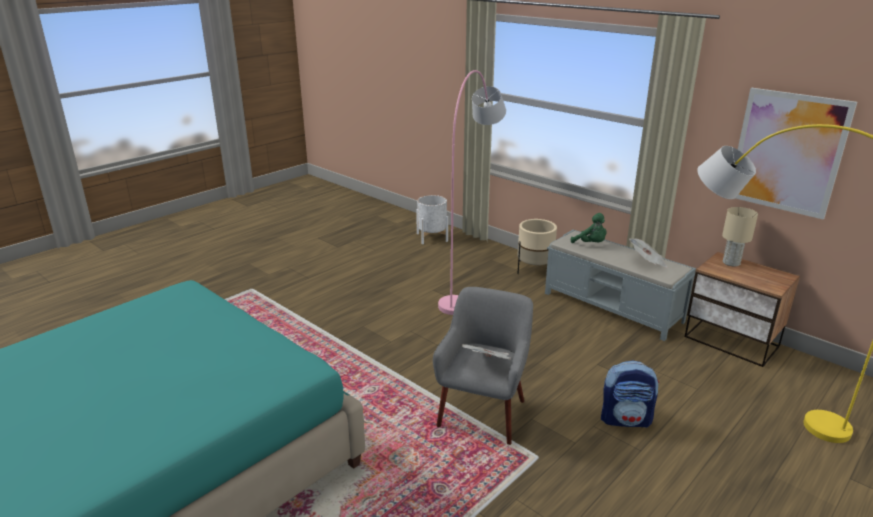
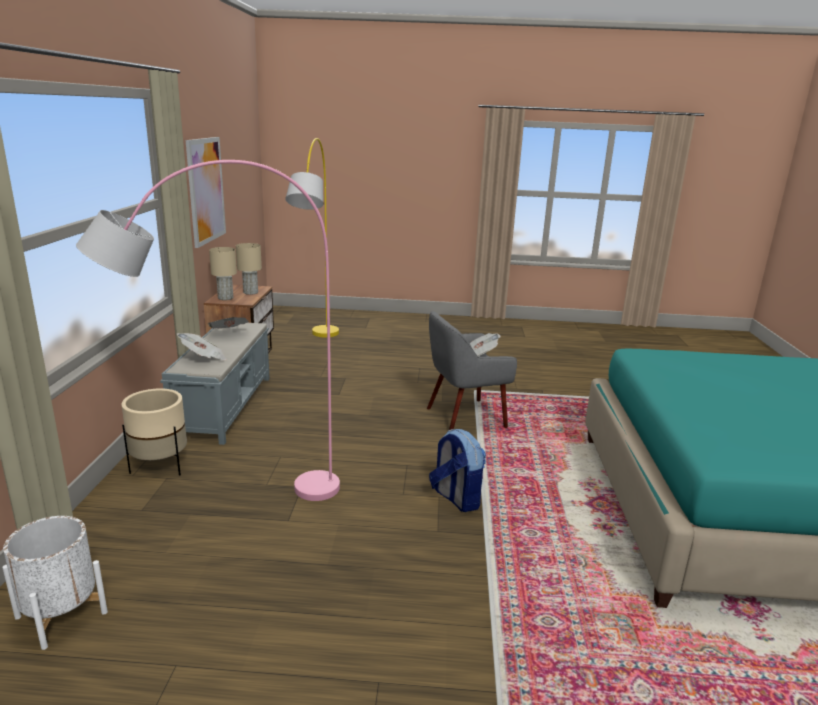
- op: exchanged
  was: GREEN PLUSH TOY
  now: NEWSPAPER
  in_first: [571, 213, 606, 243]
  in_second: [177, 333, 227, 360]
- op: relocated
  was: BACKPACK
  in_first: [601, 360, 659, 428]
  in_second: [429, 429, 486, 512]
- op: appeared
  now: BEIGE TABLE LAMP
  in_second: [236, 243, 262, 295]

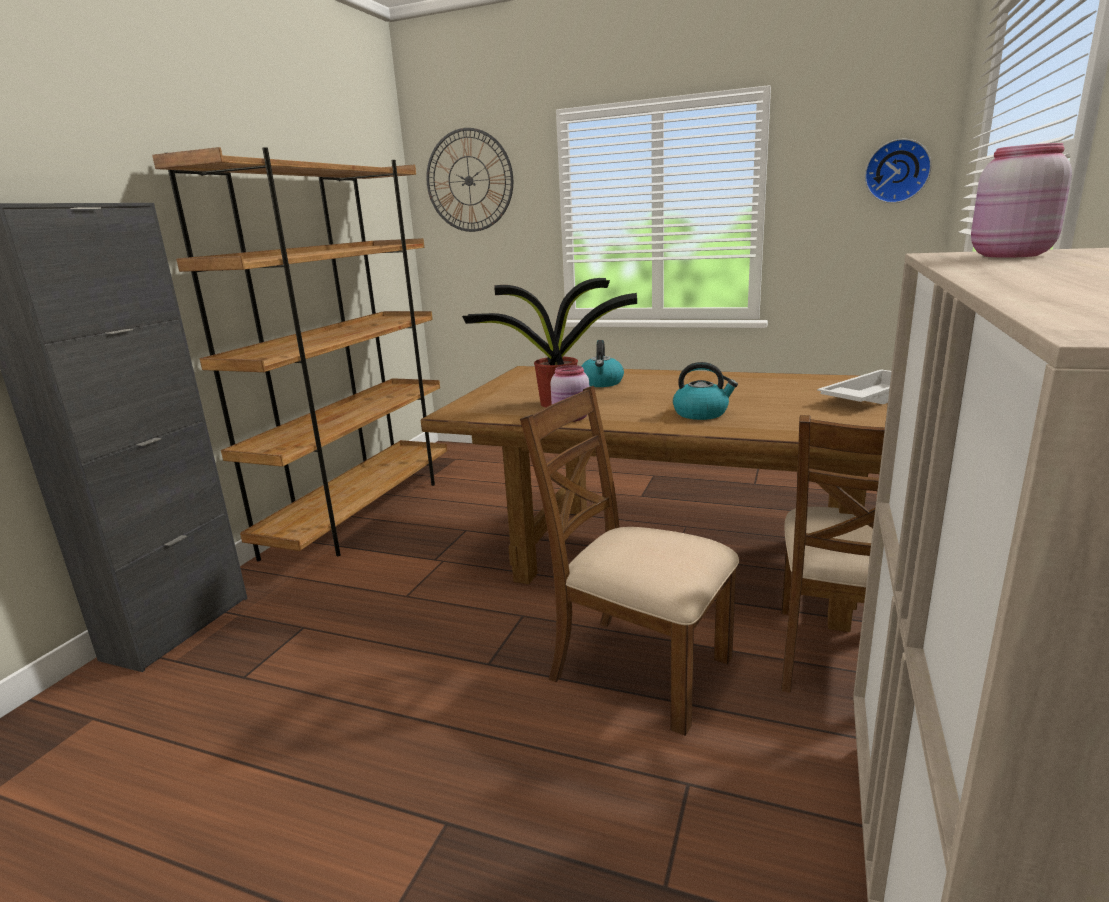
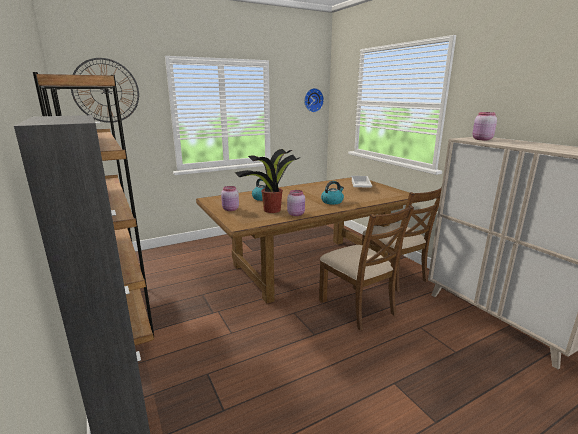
- op: spun
  was: BROWN CHAIR
  in_first: [520, 386, 739, 736]
  in_second: [319, 205, 414, 331]
  clockwise: -105
- op: appeared
  now: PINK JAR
  in_second: [221, 186, 239, 211]

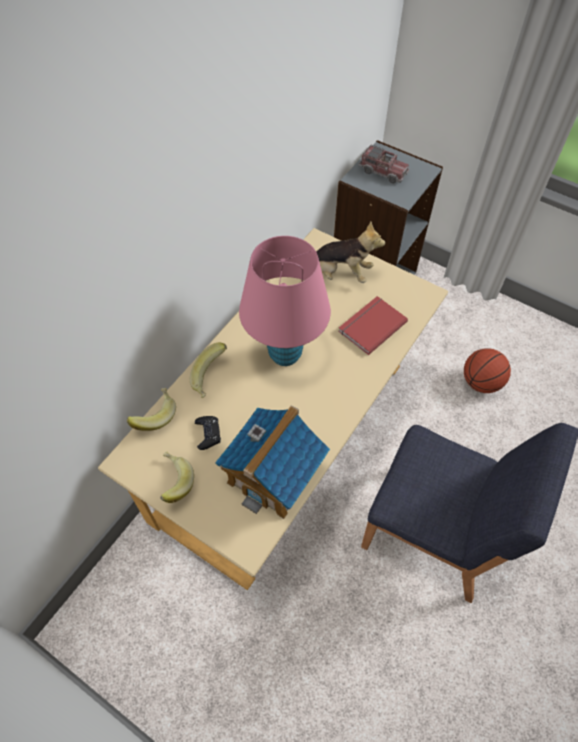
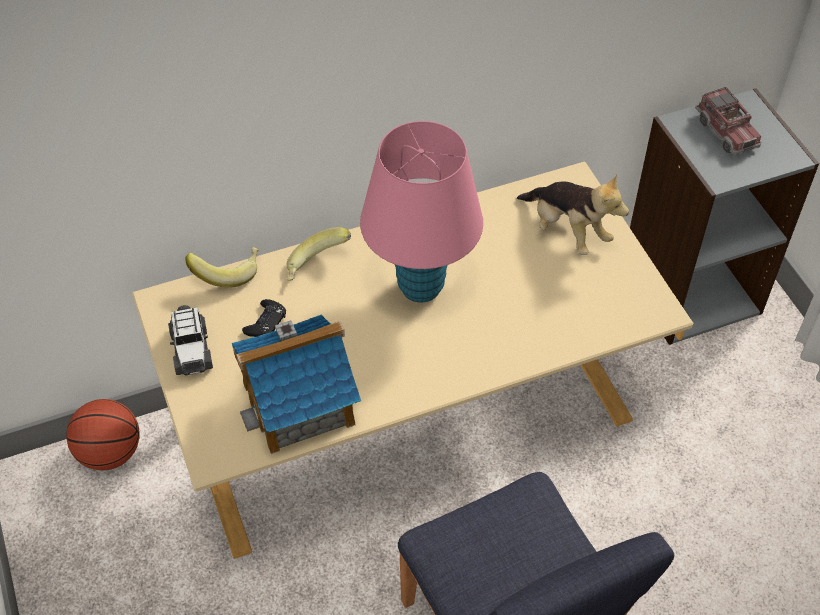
- op: missing
  was: RED BOOK
  in_first: [338, 296, 408, 355]
- op: relocated
  was: BASKETBALL
  in_first: [464, 348, 511, 393]
  in_second: [66, 399, 140, 470]
- op: exchanged
  was: BANANA
  now: TOY CAR
  in_first: [160, 451, 194, 503]
  in_second: [168, 305, 213, 376]

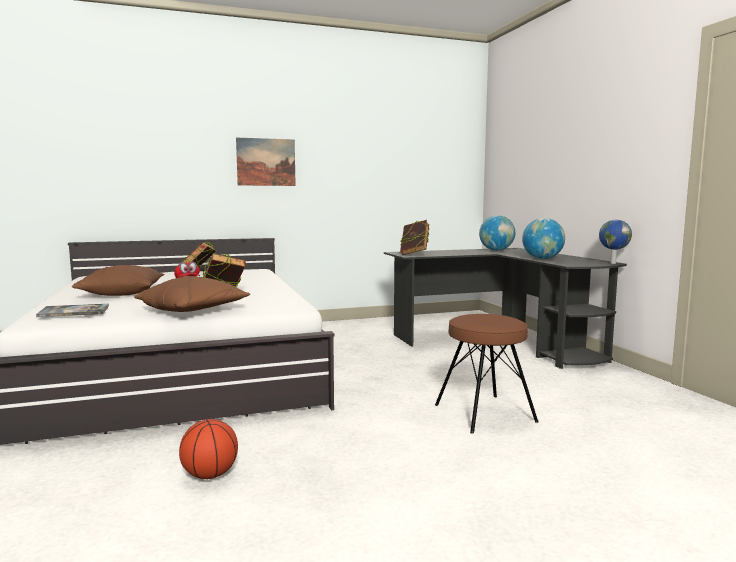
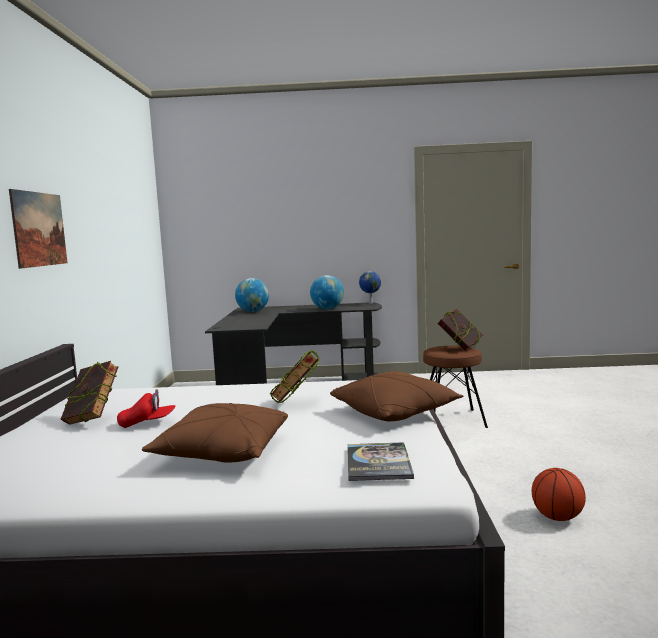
- op: relocated
  was: BOOK
  in_first: [400, 220, 430, 255]
  in_second: [438, 309, 483, 351]

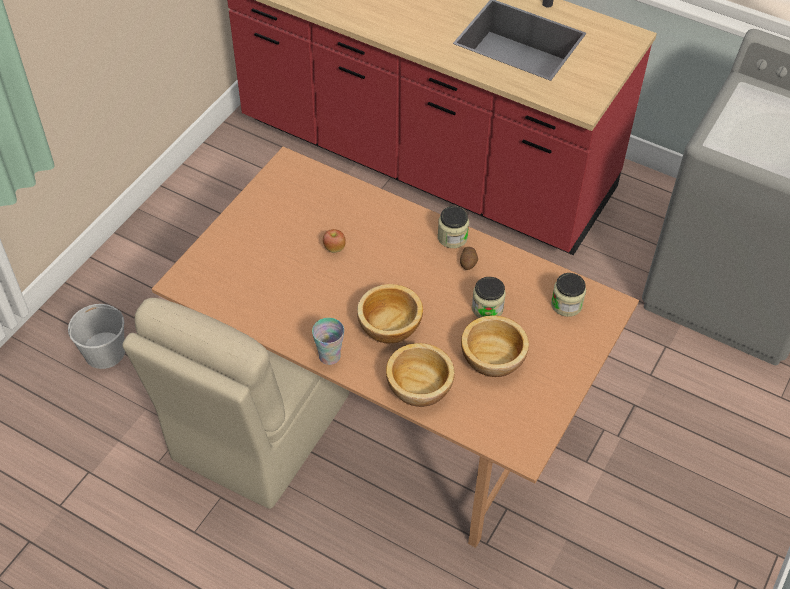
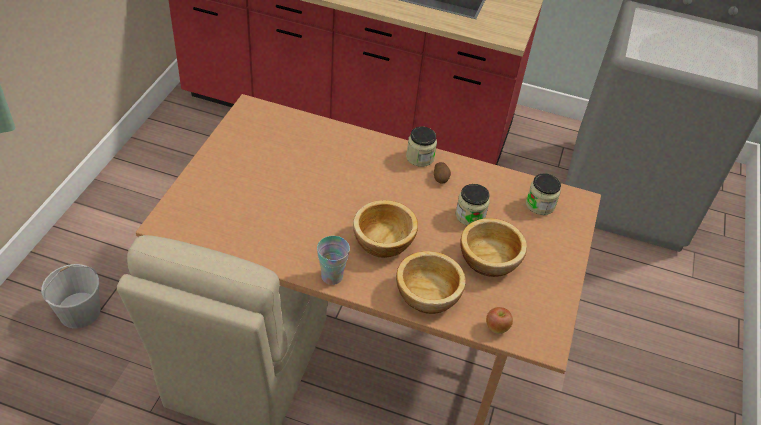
- op: relocated
  was: APPLE
  in_first: [323, 229, 346, 253]
  in_second: [486, 307, 513, 334]

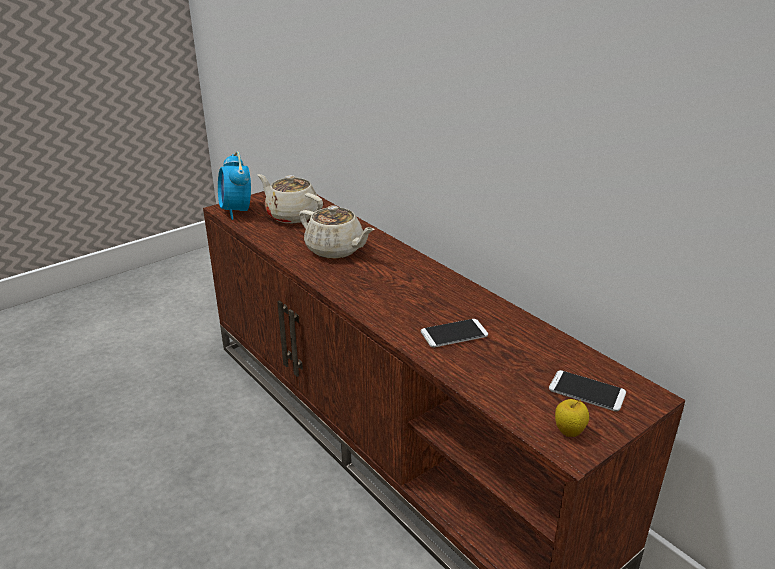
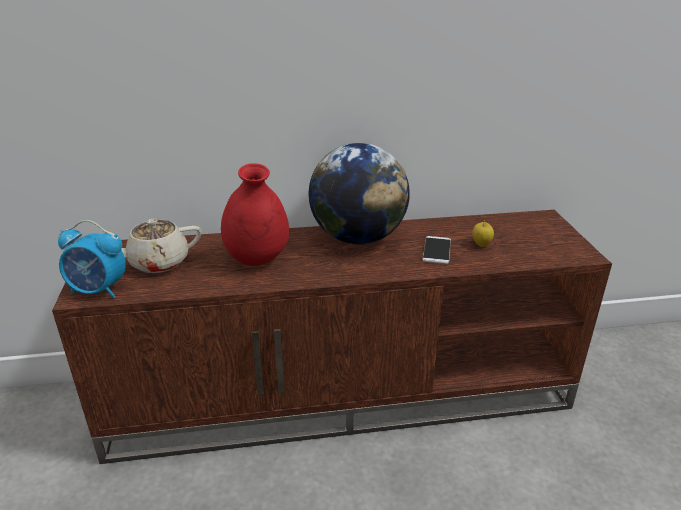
- op: exchanged
  was: BEIGE TEAPOT
  now: RED VASE
  in_first: [299, 205, 375, 259]
  in_second: [221, 163, 289, 266]
- op: missing
  was: PHONE
  in_first: [549, 370, 626, 411]
- op: relocated
  was: APPLE
  in_first: [555, 399, 589, 437]
  in_second: [472, 220, 494, 247]
- op: appeared
  now: GLOBE
  in_second: [309, 143, 410, 245]

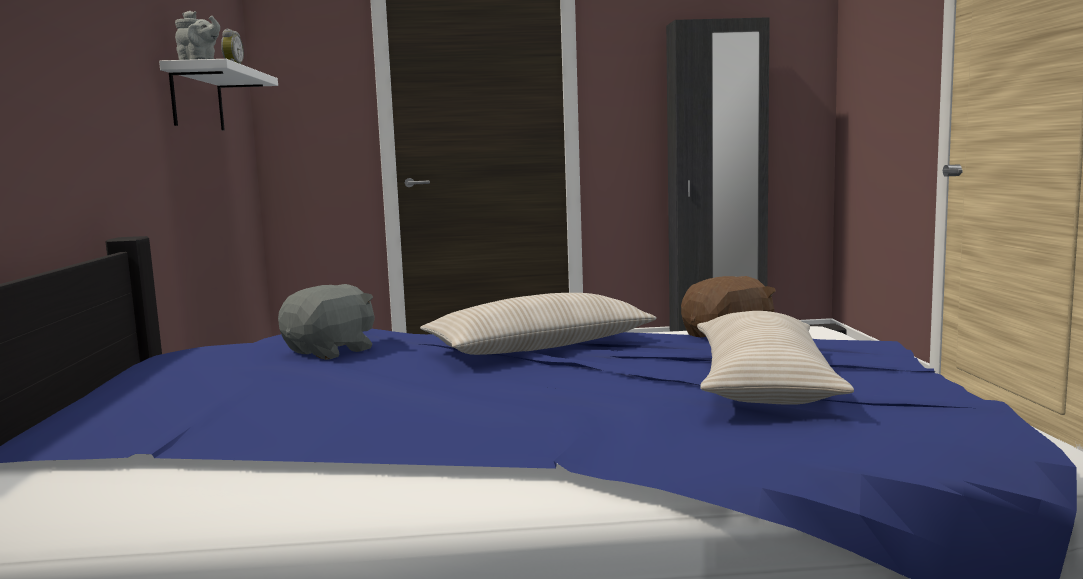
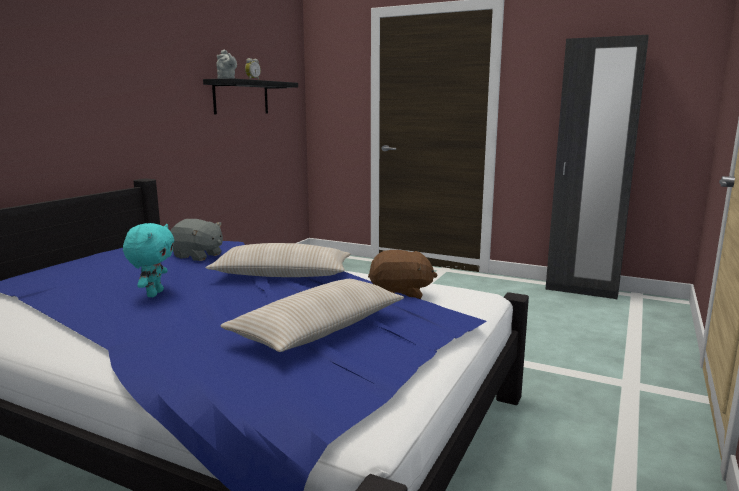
- op: colour
  was: WHITE SHELF
  now: BLACK SHELF
  in_first: [159, 59, 278, 130]
  in_second: [203, 78, 298, 115]
- op: spun
  was: GREY PLUSH TOY
  in_first: [278, 284, 375, 360]
  in_second: [170, 219, 223, 261]
  clockwise: 45
- op: appeared
  now: TURQUOISE PLUSH TOY
  in_second: [123, 223, 174, 297]

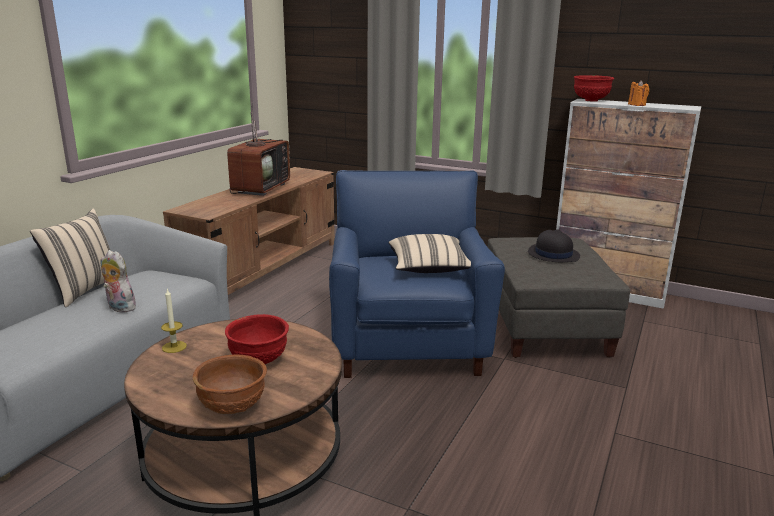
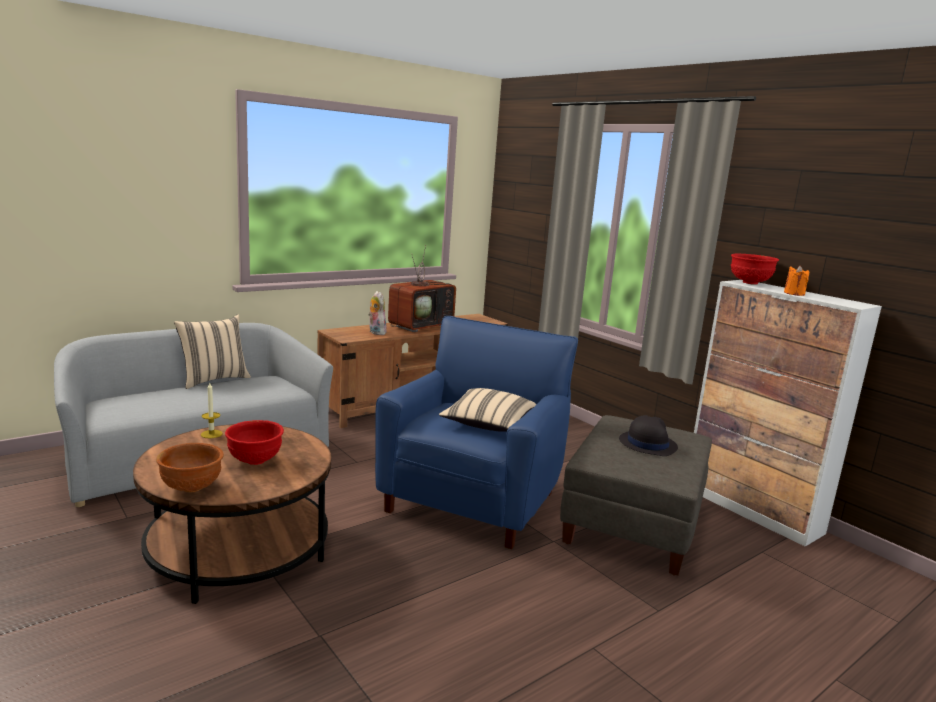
- op: relocated
  was: PLUSH TOY
  in_first: [101, 250, 136, 313]
  in_second: [368, 291, 387, 335]

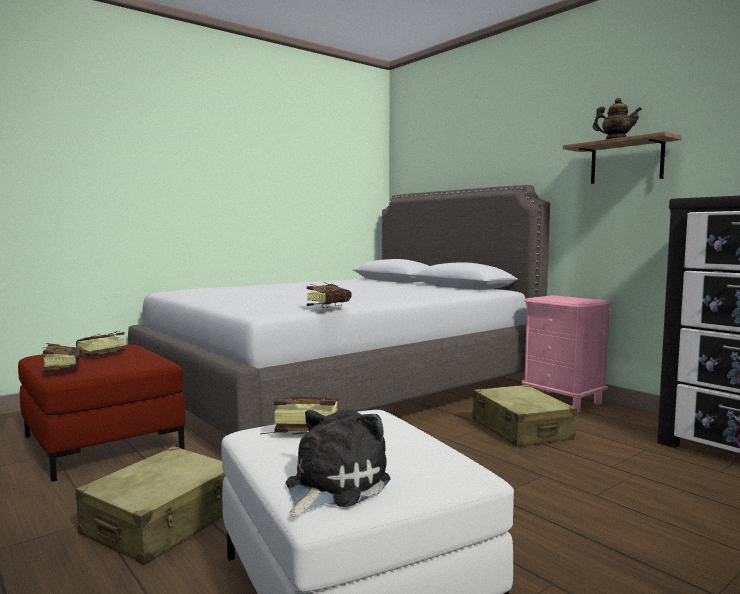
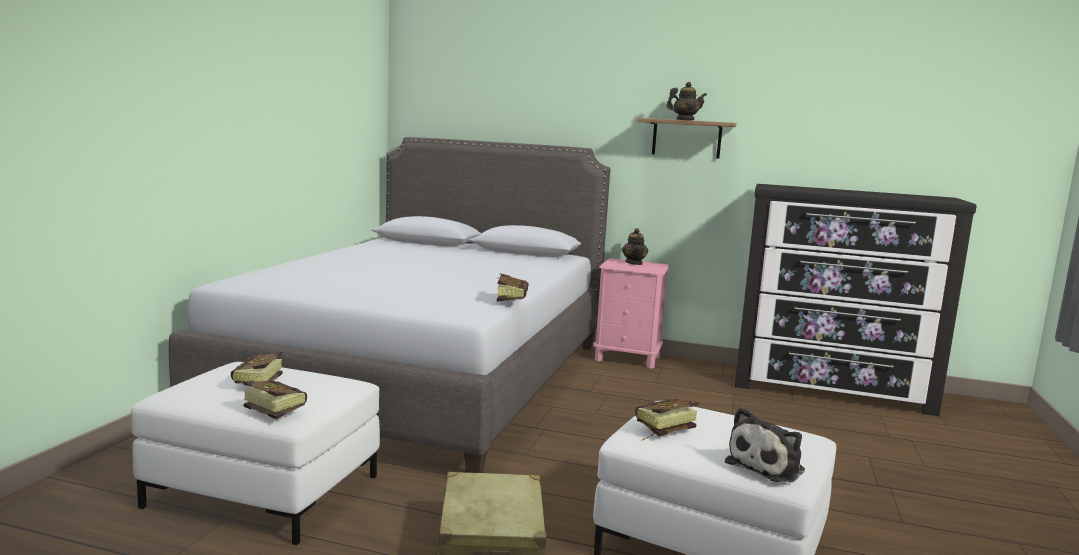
- op: colour
  was: RED OTTOMAN
  now: WHITE OTTOMAN
  in_first: [18, 345, 186, 482]
  in_second: [131, 362, 380, 545]
- op: missing
  was: BEIGE SUITCASE
  in_first: [472, 385, 577, 447]
- op: spun
  was: PLUSH TOY
  in_first: [286, 409, 391, 517]
  in_second: [725, 407, 805, 483]
  clockwise: -135
- op: appeared
  now: TEAPOT
  in_second: [622, 228, 648, 265]

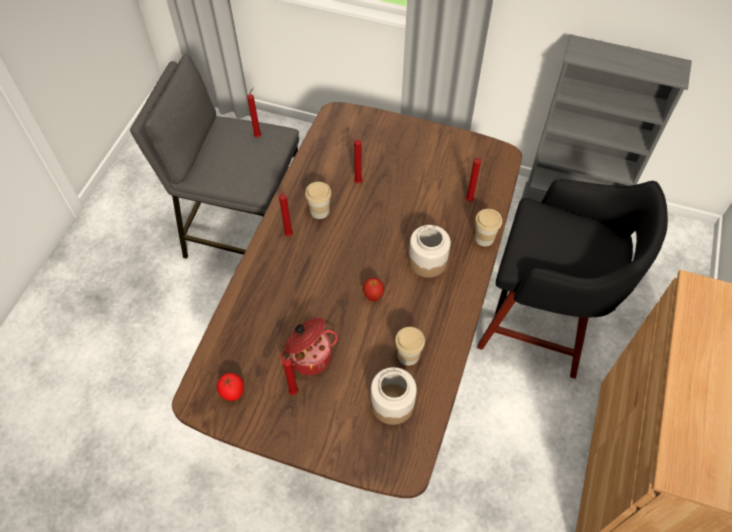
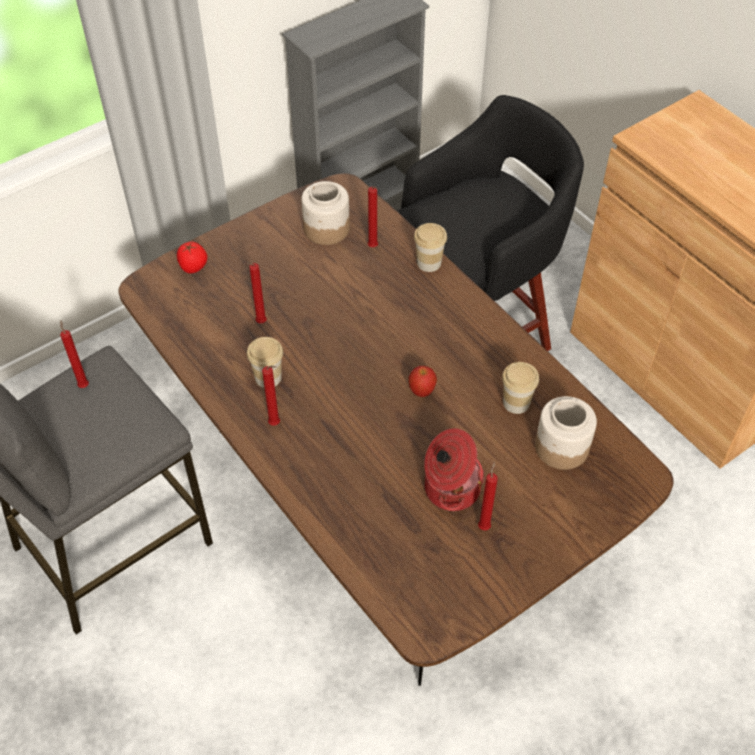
- op: relocated
  was: JAR
  in_first: [408, 225, 451, 278]
  in_second: [301, 181, 350, 245]
- op: relocated
  was: TOMATO
  in_first: [217, 373, 244, 401]
  in_second: [177, 242, 207, 273]

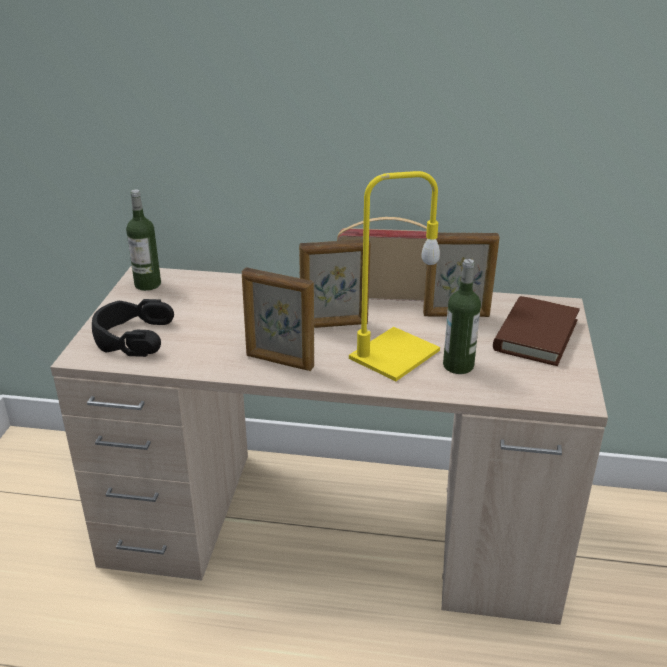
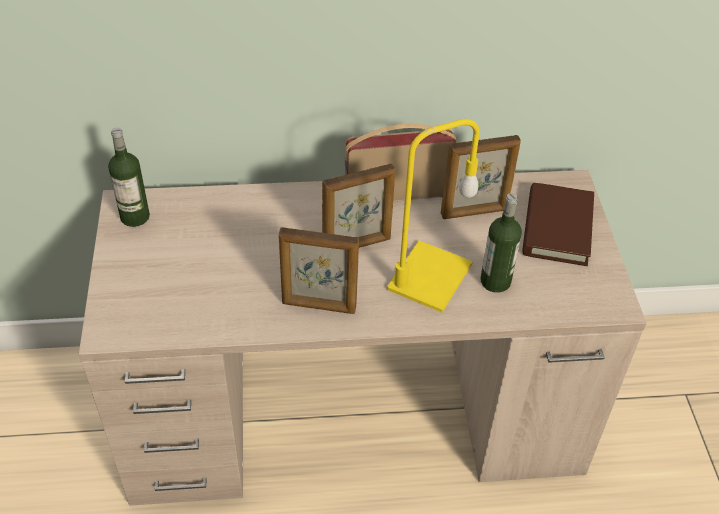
- op: missing
  was: BLACK HEADPHONES
  in_first: [92, 299, 174, 357]

